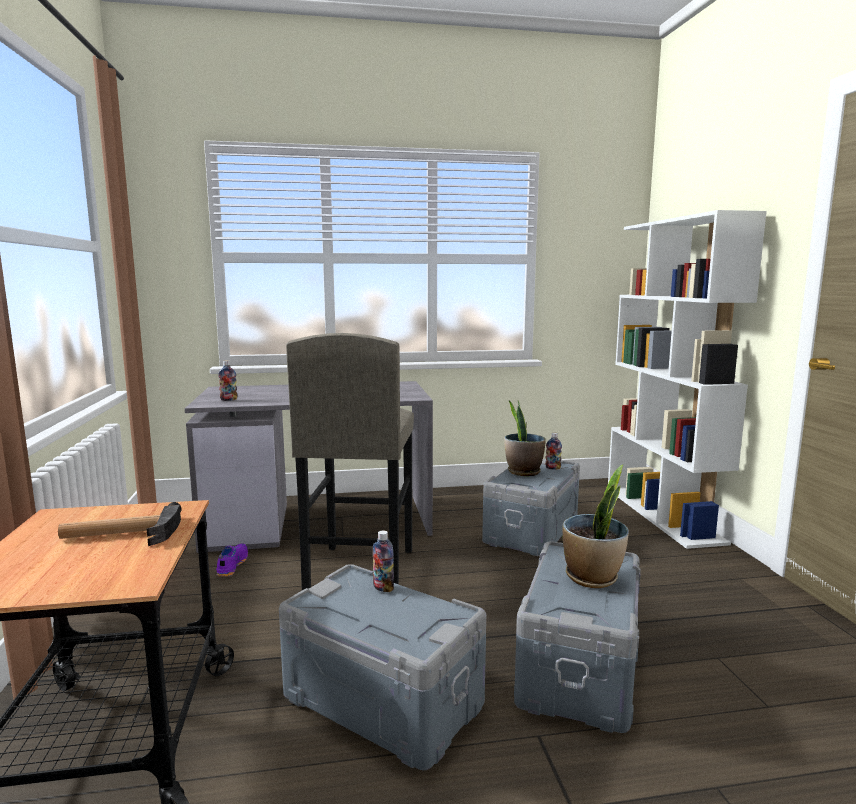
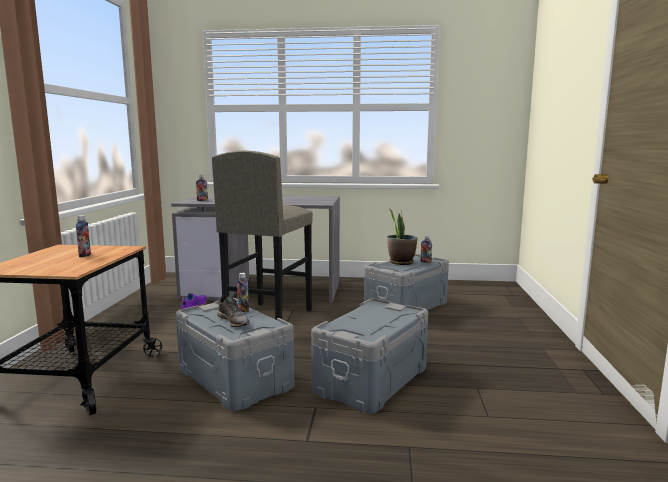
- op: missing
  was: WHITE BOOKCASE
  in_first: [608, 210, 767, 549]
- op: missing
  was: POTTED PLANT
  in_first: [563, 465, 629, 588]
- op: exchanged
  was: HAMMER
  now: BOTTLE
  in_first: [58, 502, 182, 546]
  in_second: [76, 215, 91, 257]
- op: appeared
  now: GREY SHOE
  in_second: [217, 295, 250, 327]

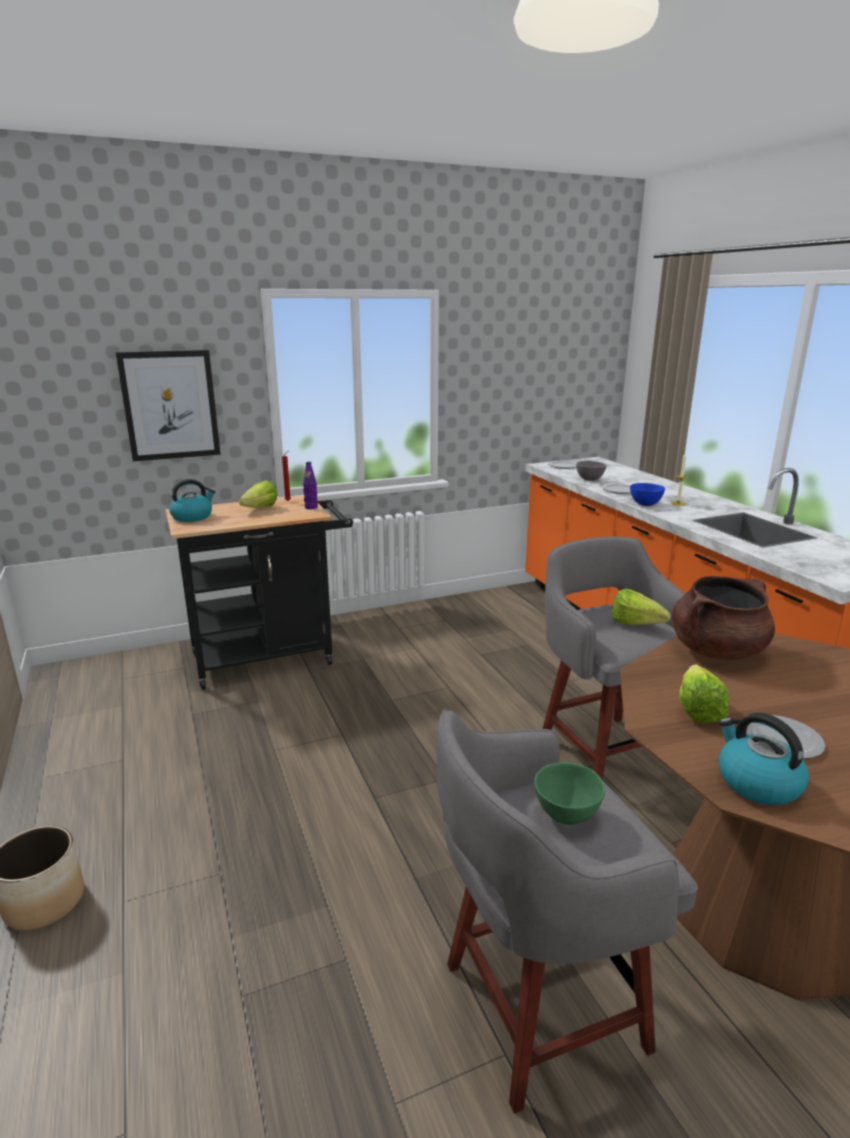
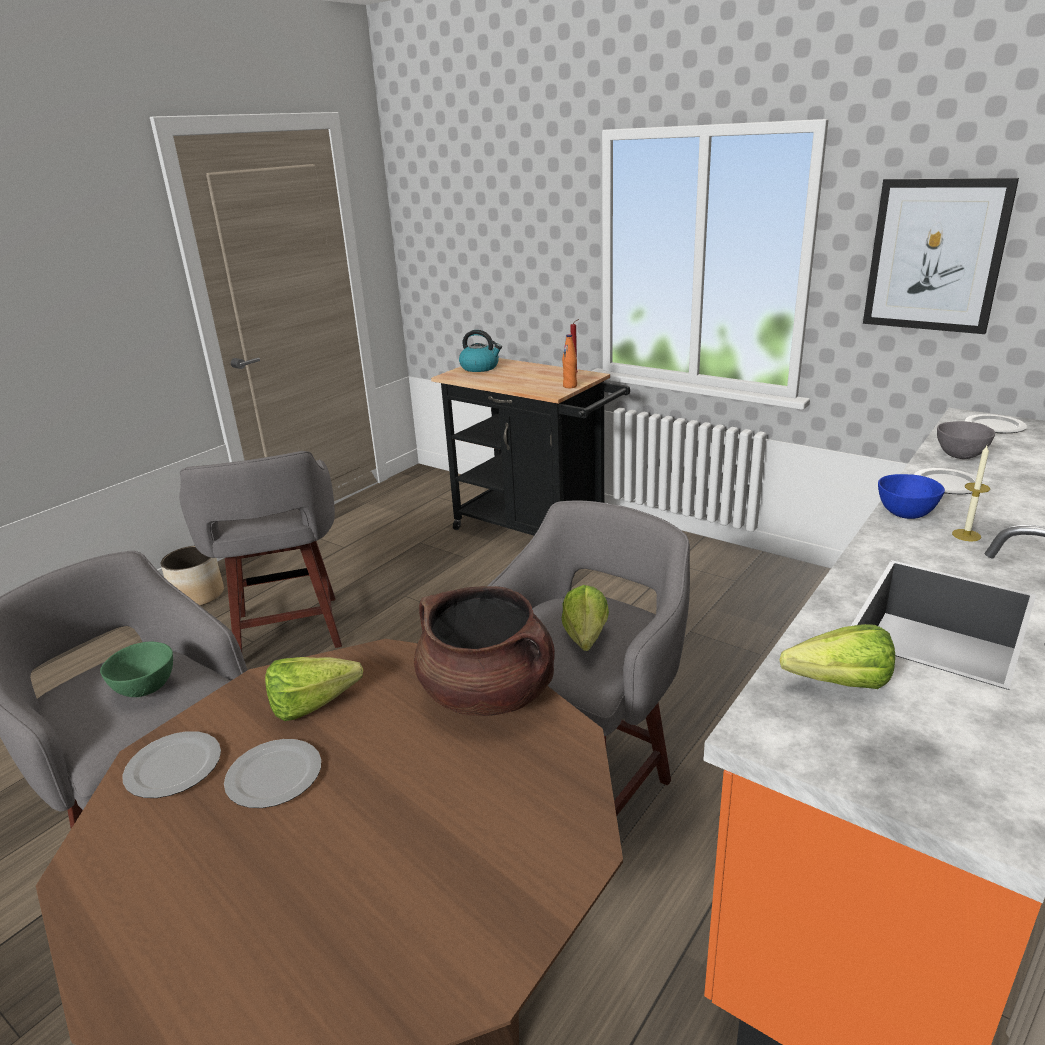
- op: relocated
  was: PICTURE
  in_first: [116, 350, 221, 461]
  in_second: [863, 178, 1019, 334]
- op: colour
  was: PURPLE BOTTLE
  now: ORANGE BOTTLE
  in_first: [303, 462, 318, 509]
  in_second: [562, 334, 577, 388]
- op: relocated
  was: LETTUCE
  in_first: [239, 480, 277, 507]
  in_second: [780, 624, 895, 689]
- op: exchanged
  was: KETTLE
  now: PLATE
  in_first: [719, 713, 809, 805]
  in_second: [122, 731, 221, 798]
- op: appeared
  now: GREY STOOL
  in_second: [179, 451, 342, 655]

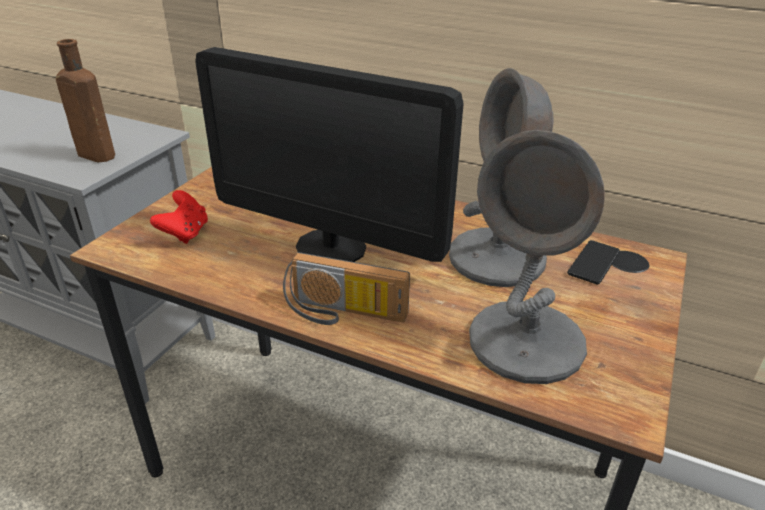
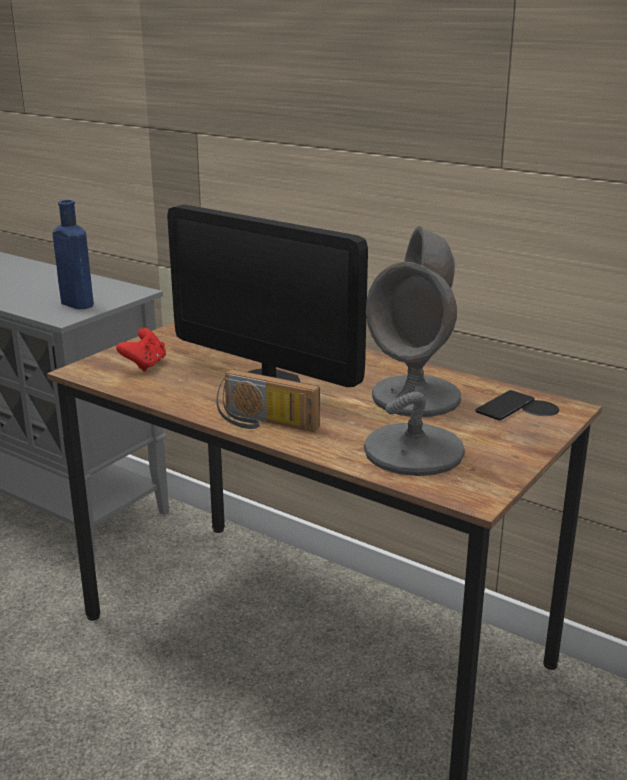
- op: colour
  was: BROWN BOTTLE
  now: BLUE BOTTLE
  in_first: [56, 39, 115, 162]
  in_second: [53, 200, 94, 309]

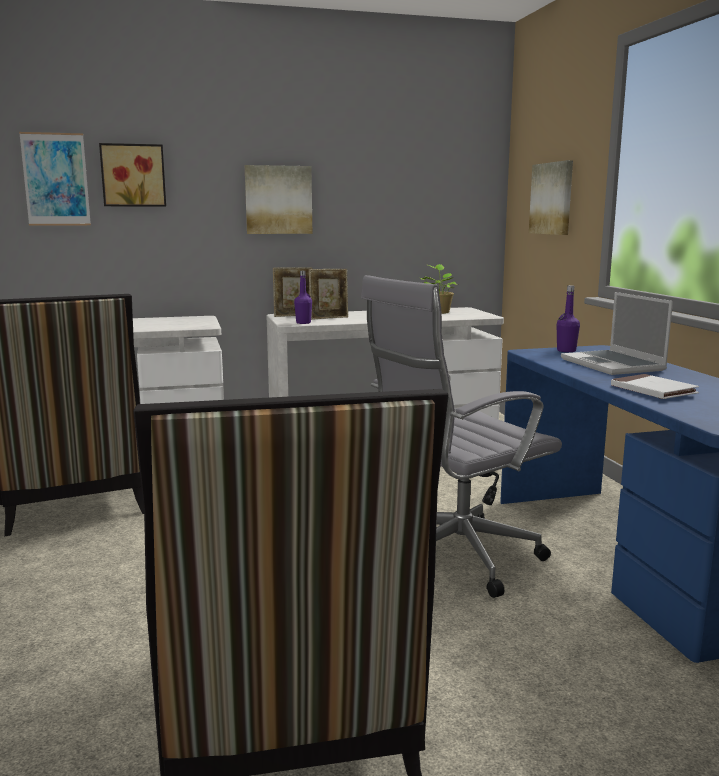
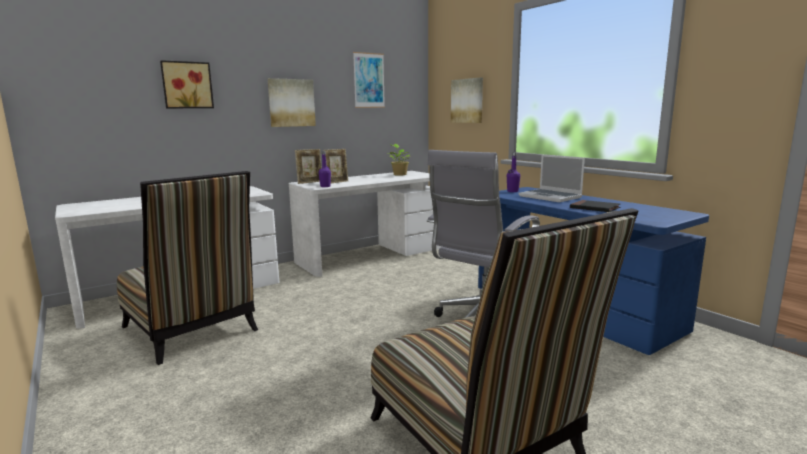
- op: relocated
  was: PICTURE
  in_first: [19, 132, 91, 226]
  in_second: [353, 52, 385, 108]
- op: colour
  was: WHITE BOOK
  now: BLACK BOOK
  in_first: [611, 374, 699, 399]
  in_second: [570, 200, 620, 212]

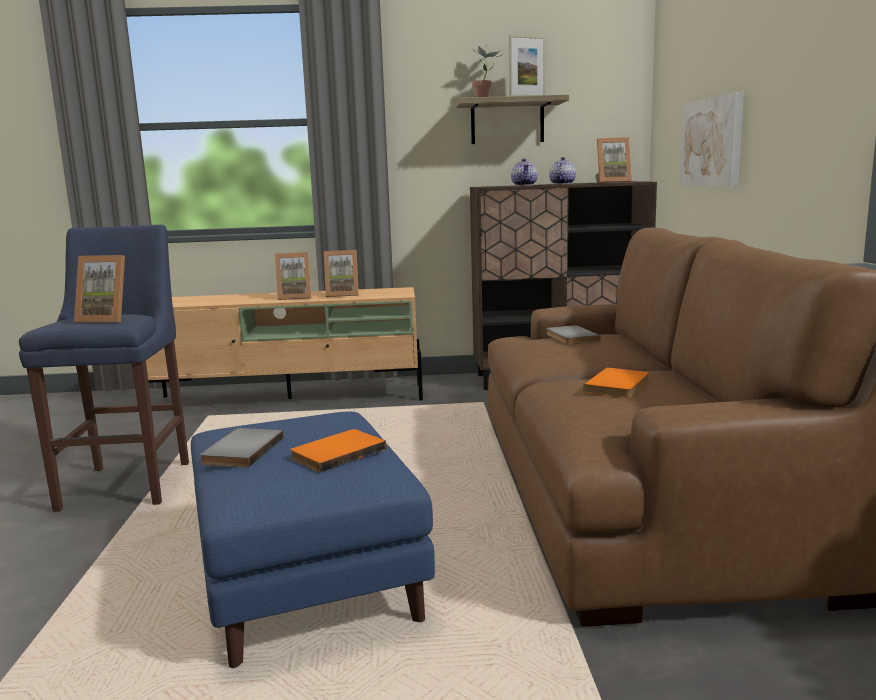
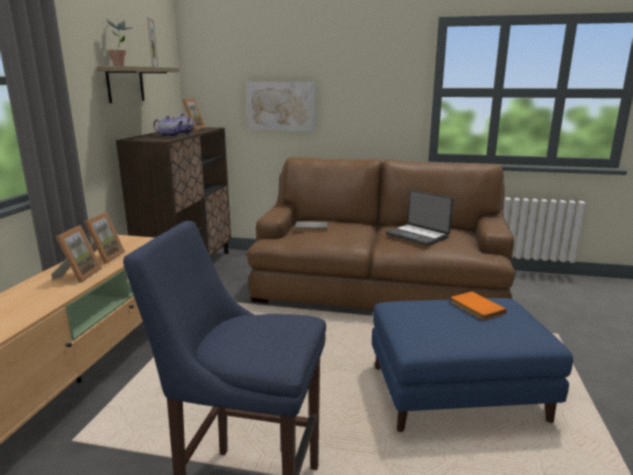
- op: missing
  was: PICTURE FRAME
  in_first: [74, 255, 125, 323]
- op: exchanged
  was: ORANGE BOOK
  now: LAPTOP
  in_first: [583, 368, 649, 398]
  in_second: [386, 190, 453, 246]
- op: missing
  was: GREY BOOK
  in_first: [200, 428, 284, 468]

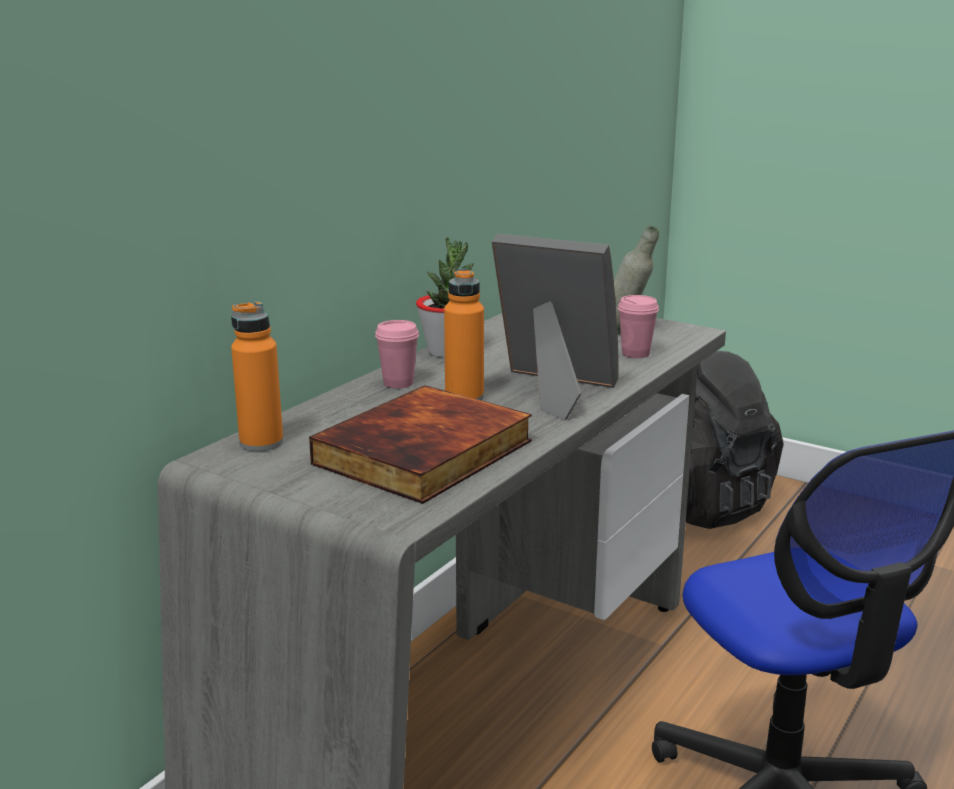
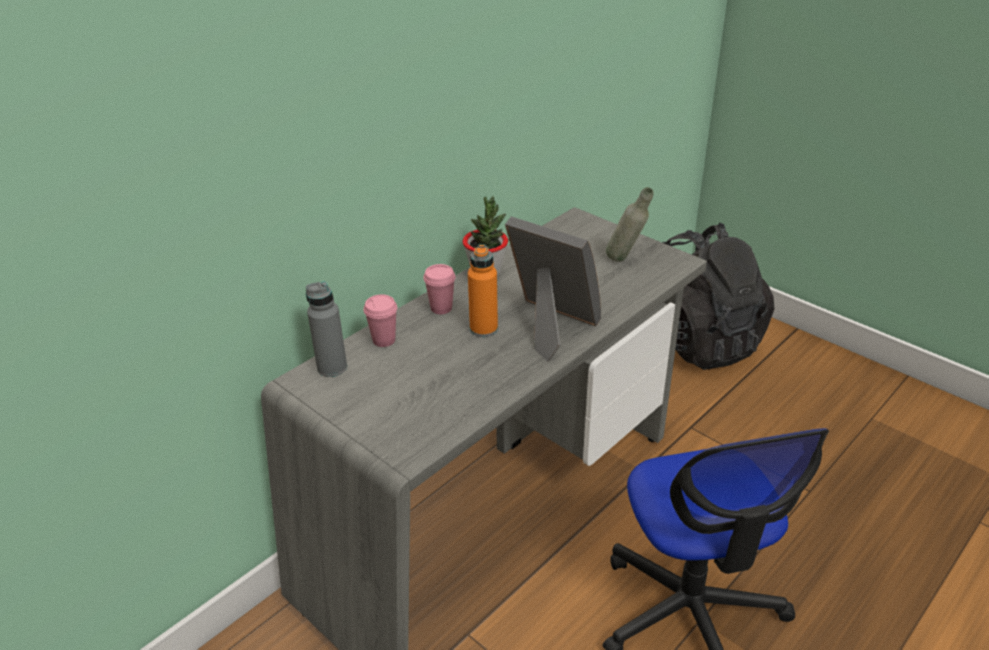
- op: relocated
  was: PINK CUP
  in_first: [618, 295, 659, 358]
  in_second: [364, 294, 397, 347]
- op: colour
  was: ORANGE BOTTLE
  now: GREY BOTTLE
  in_first: [231, 301, 283, 451]
  in_second: [306, 282, 347, 377]
- op: missing
  was: BOOK
  in_first: [309, 385, 532, 504]

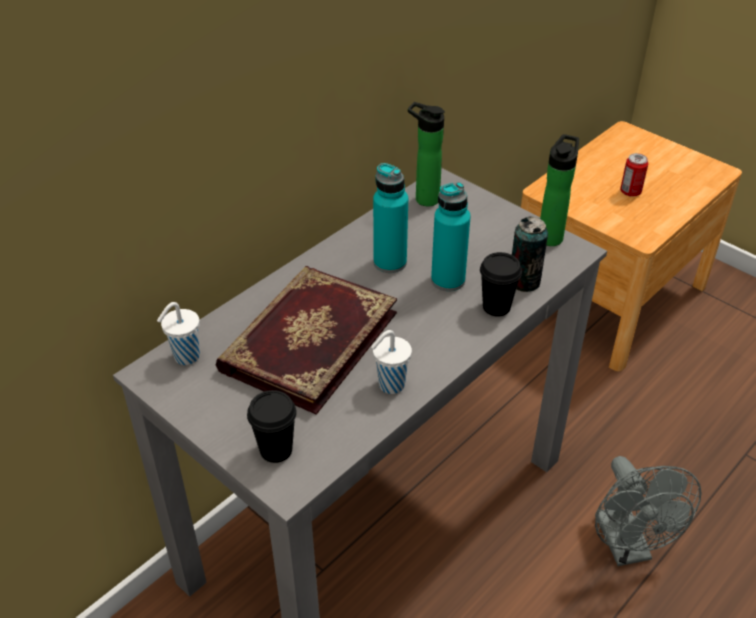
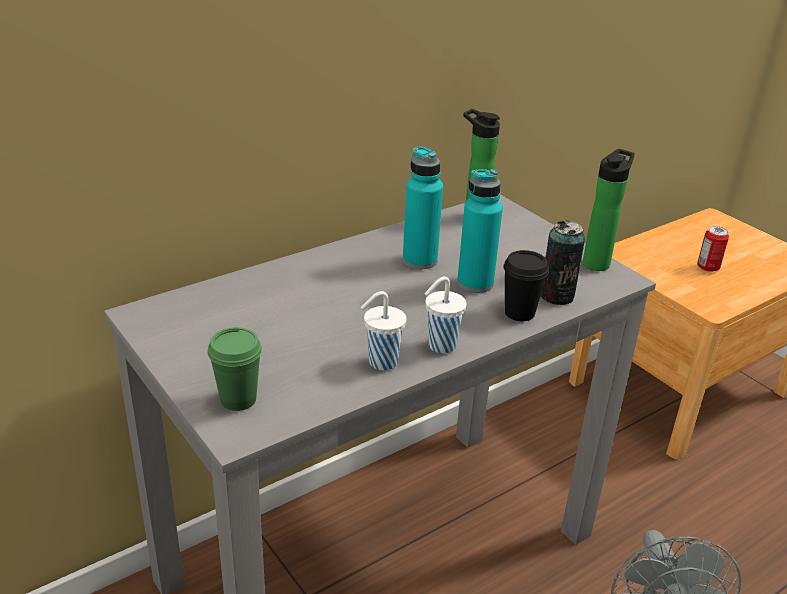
- op: missing
  was: BOOK
  in_first: [216, 266, 397, 415]
- op: relocated
  was: WHITE CUP
  in_first: [157, 302, 200, 365]
  in_second: [425, 276, 467, 354]
- op: colour
  was: BLACK CUP
  now: GREEN CUP
  in_first: [247, 390, 297, 463]
  in_second: [207, 327, 262, 411]

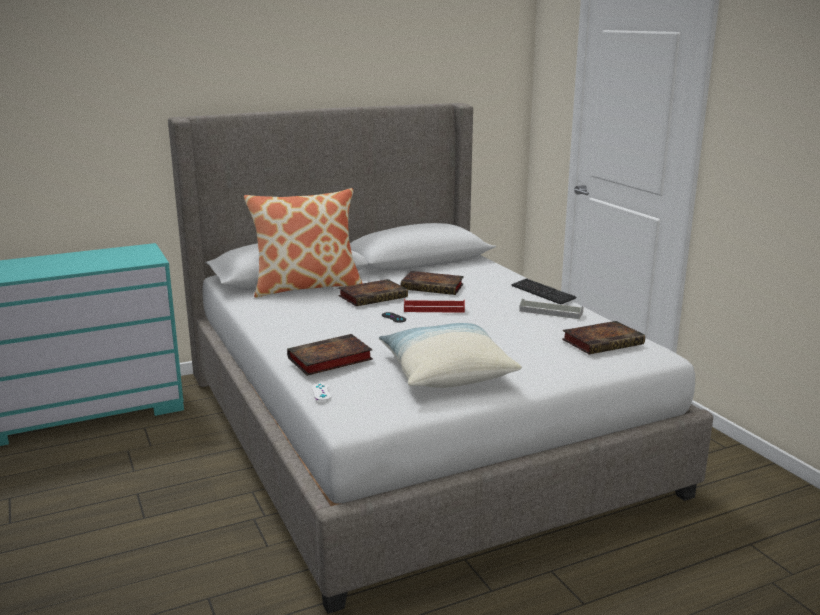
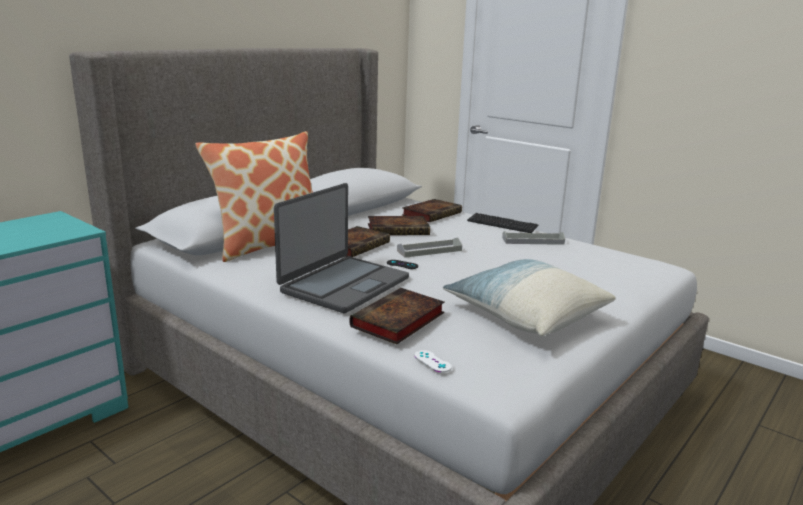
- op: colour
  was: RED TRAY
  now: GREY TRAY
  in_first: [404, 299, 465, 313]
  in_second: [397, 238, 462, 258]
- op: relocated
  was: BOOK
  in_first: [562, 321, 645, 354]
  in_second: [402, 199, 462, 222]
- op: appeared
  now: LAPTOP
  in_second: [274, 183, 409, 313]

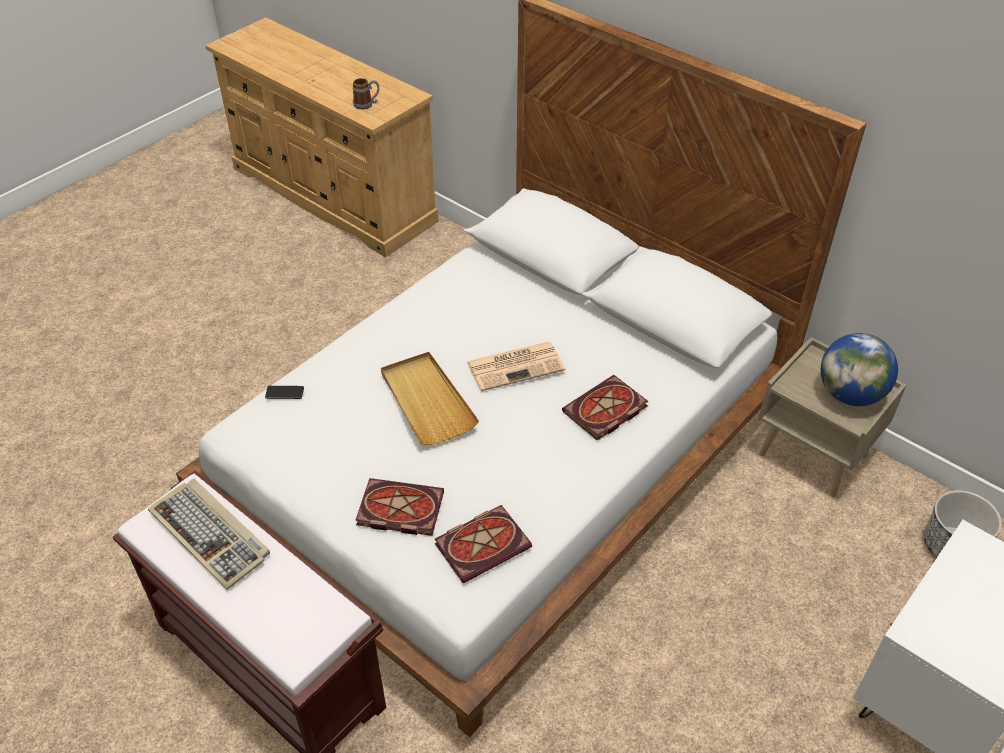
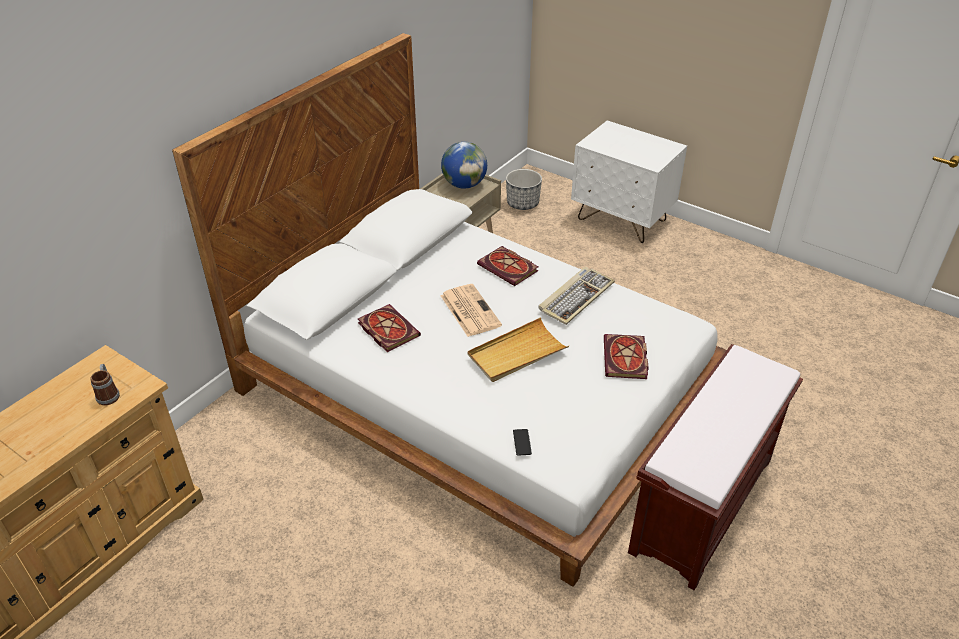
- op: relocated
  was: KEYBOARD
  in_first: [148, 478, 270, 590]
  in_second: [538, 267, 615, 325]
- op: relocated
  was: BOOK
  in_first: [435, 505, 532, 583]
  in_second: [358, 304, 421, 352]

